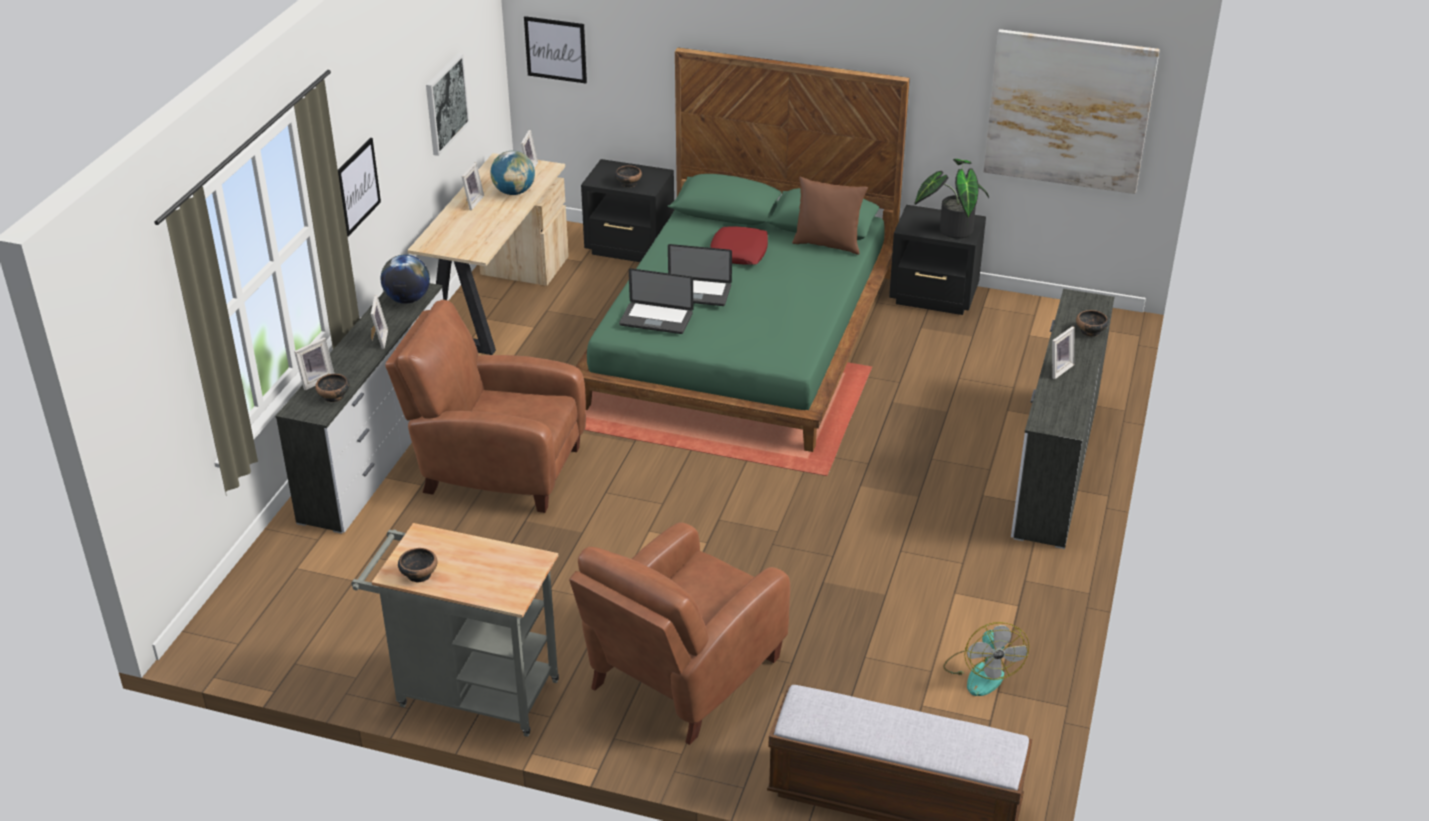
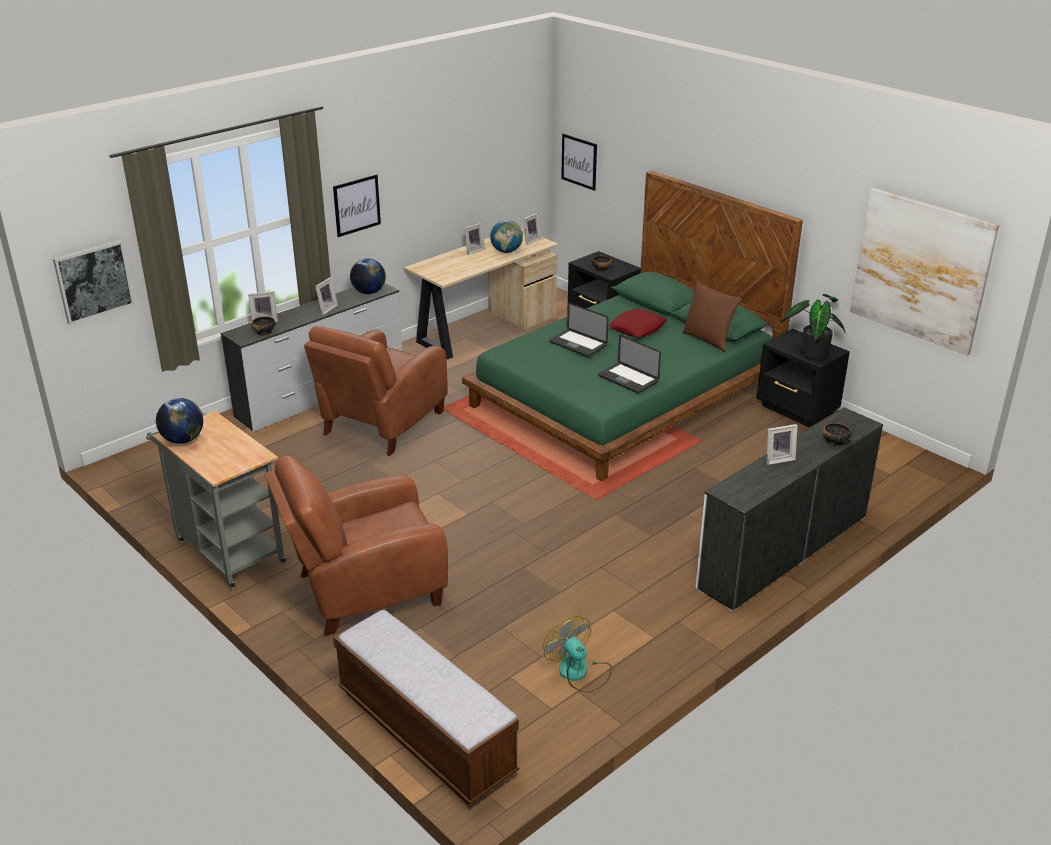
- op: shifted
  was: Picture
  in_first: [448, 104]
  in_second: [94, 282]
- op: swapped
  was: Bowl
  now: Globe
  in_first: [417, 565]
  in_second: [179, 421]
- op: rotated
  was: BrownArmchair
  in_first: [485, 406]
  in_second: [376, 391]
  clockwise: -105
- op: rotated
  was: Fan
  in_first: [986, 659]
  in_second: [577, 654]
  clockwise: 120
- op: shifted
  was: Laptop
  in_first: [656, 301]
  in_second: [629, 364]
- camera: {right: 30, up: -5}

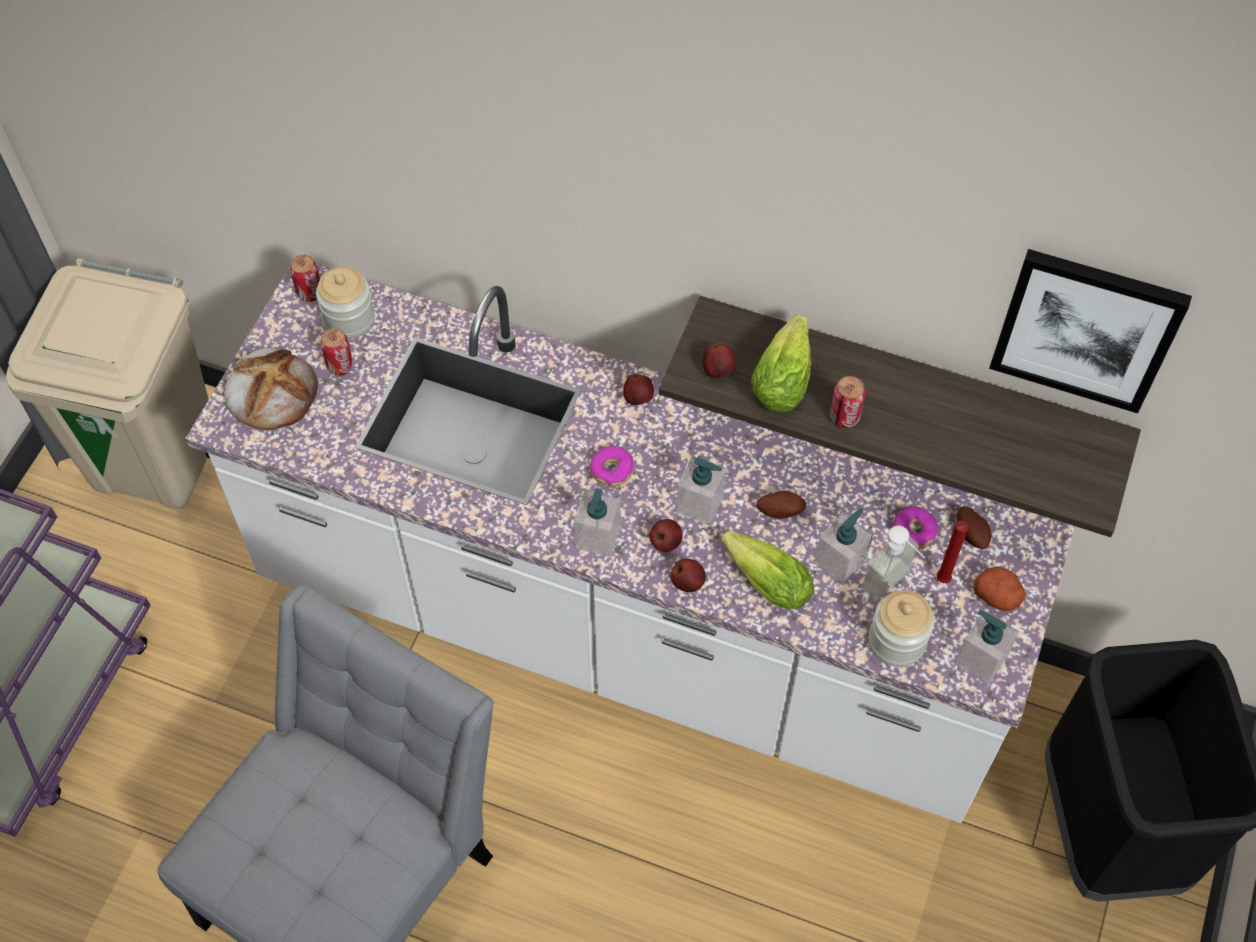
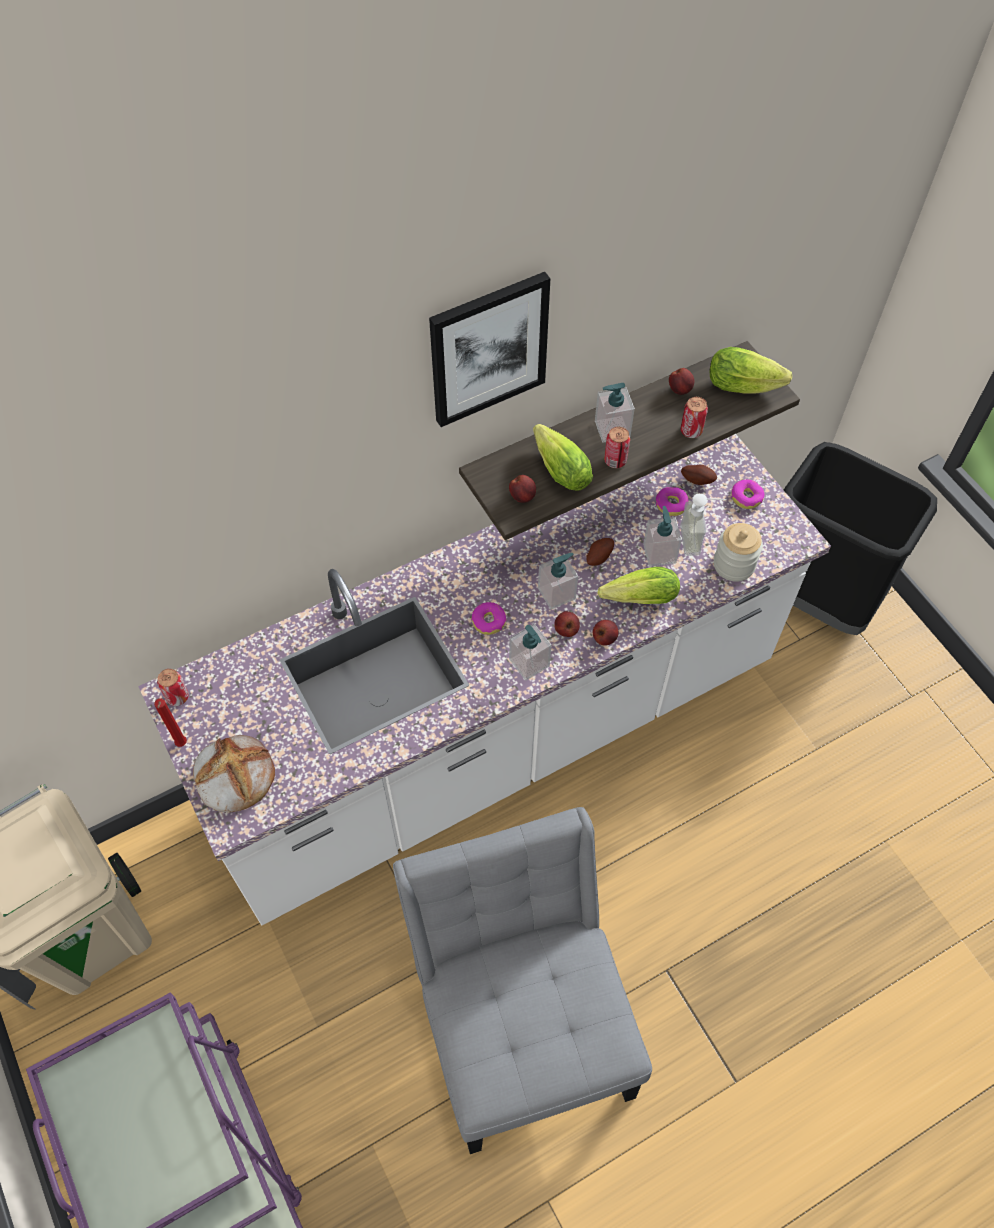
- op: shifted
  was: RedCandle
  in_first: [952, 551]
  in_second: [170, 722]
- op: shifted
  was: Picture
  in_first: [1090, 331]
  in_second: [489, 349]
- op: shifted
  was: SoapDispenser
  in_first: [987, 647]
  in_second: [615, 413]
- op: shifted
  was: Apple
  in_first: [638, 389]
  in_second: [681, 381]
- op: shifted
  was: Can
  in_first: [336, 352]
  in_second: [694, 417]
- op: new
  now: Lettuce
  in_second: [751, 370]
- op: swapped
  was: Potato
  now: Donut
  in_first: [999, 589]
  in_second: [748, 494]
- op: gone
  was: Jar
  in_first: [345, 303]
- camera: {right: -50, up: 0}

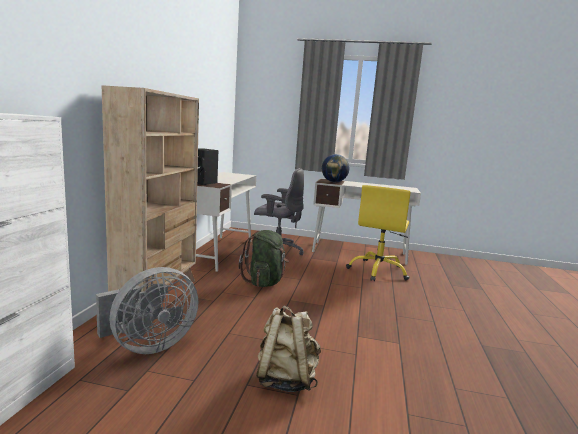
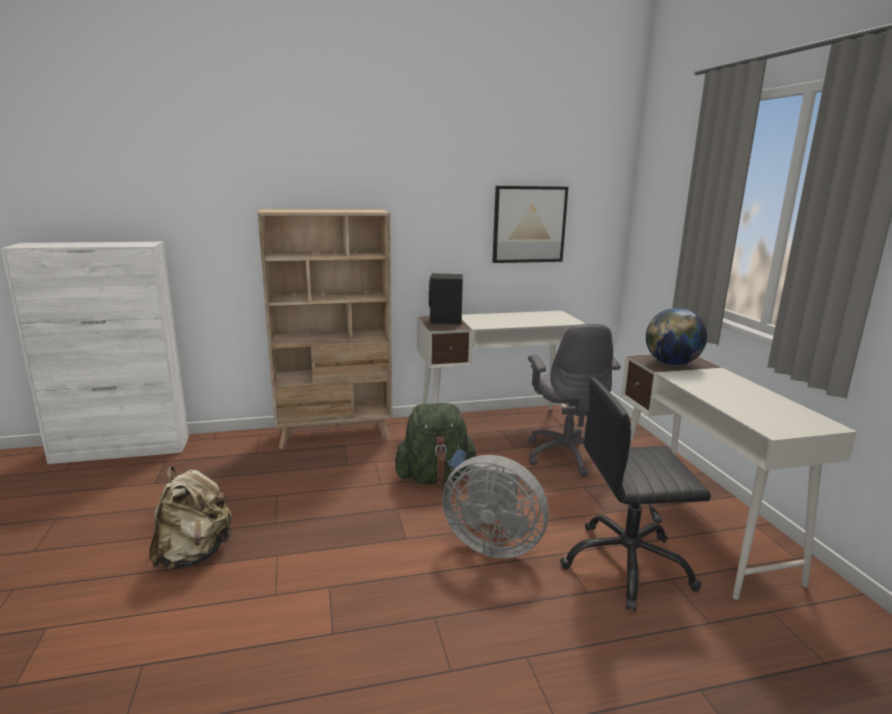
- op: shifted
  was: GreyFan
  in_first: [147, 310]
  in_second: [495, 506]
- op: new
  now: Picture
  in_second: [530, 224]
- op: repainted
  was: YellowOfficeChair
  now: BlackOfficeChair
  in_first: [378, 233]
  in_second: [635, 494]
- camera: {right: 65, up: 5}

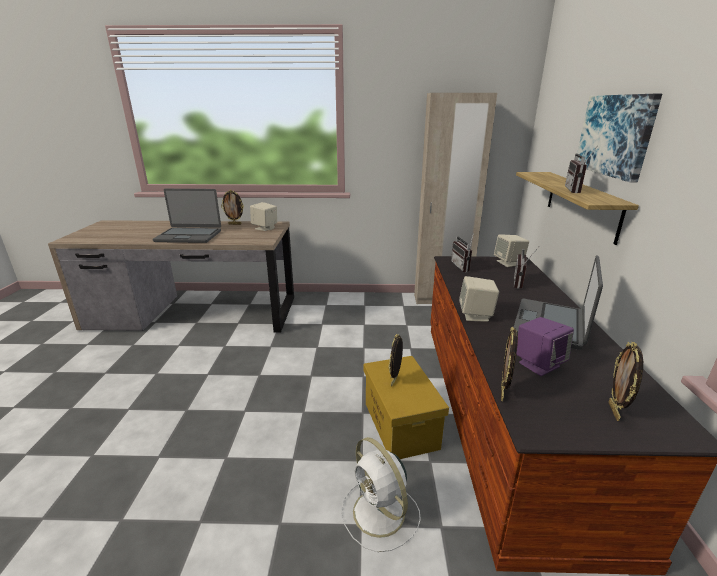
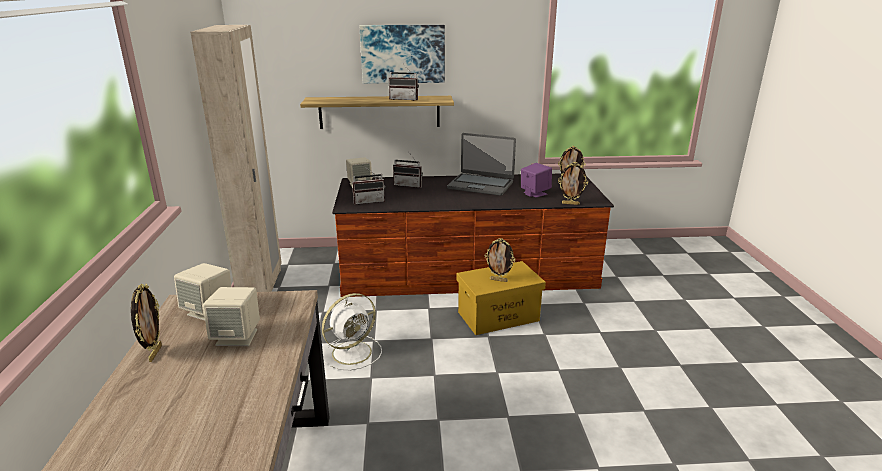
- op: shifted
  was: BeigeSpeaker
  in_first: [479, 299]
  in_second: [231, 316]
- op: shifted
  was: WhiteFan
  in_first: [381, 494]
  in_second: [352, 331]
- op: gone
  was: Laptop
  in_first: [187, 216]
- camera: {right: -95, up: 0}

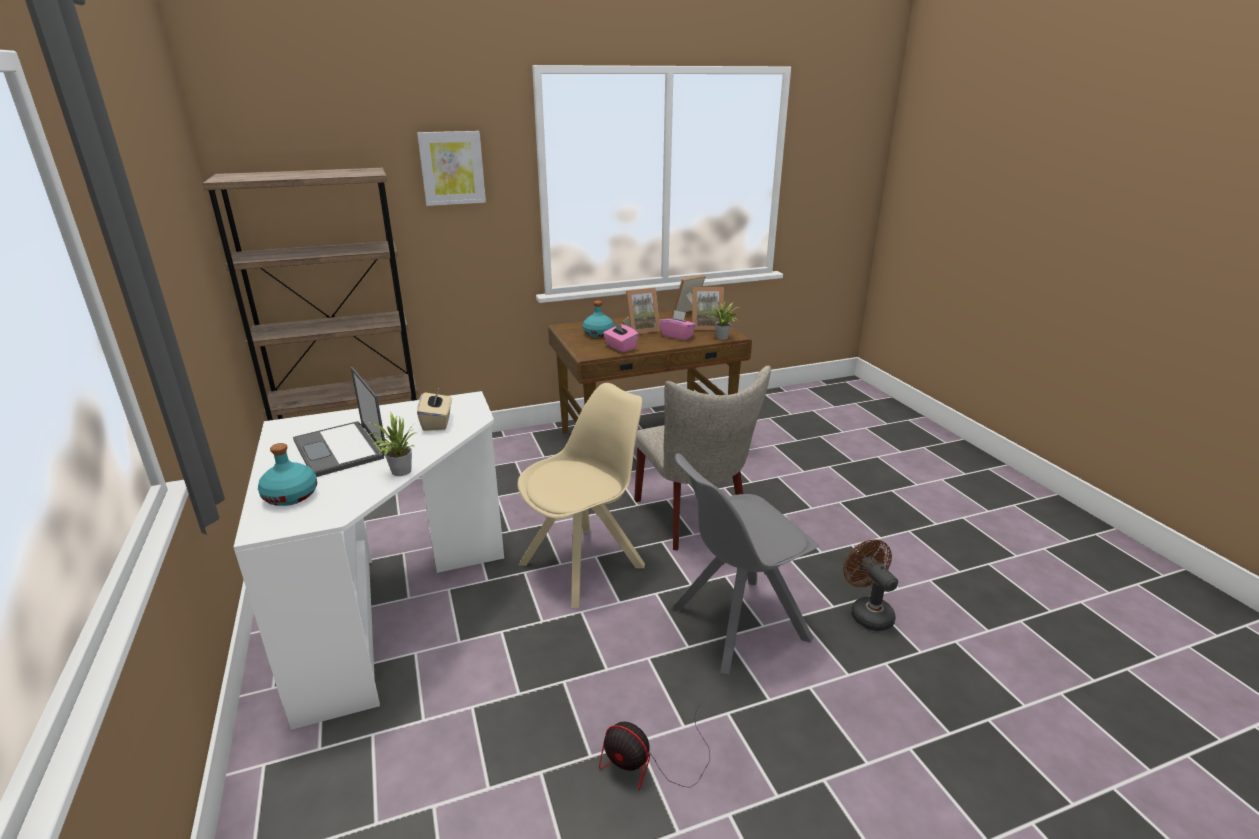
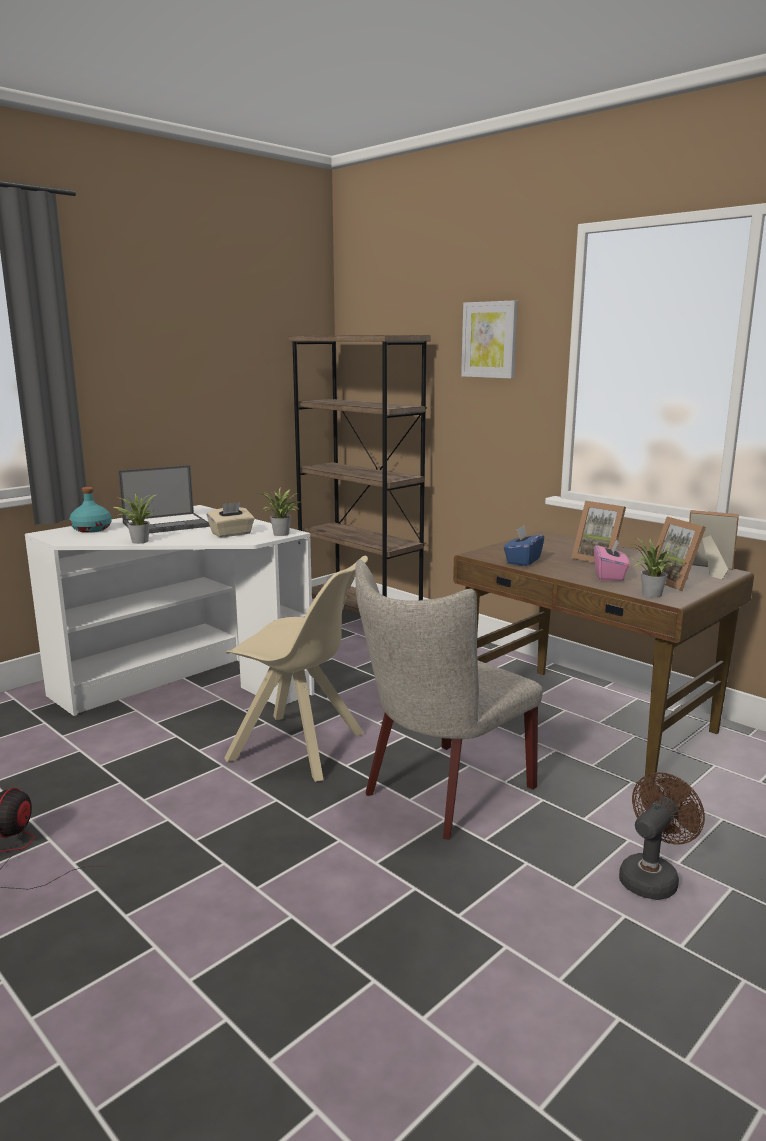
- op: rotated
  was: Laptop
  in_first: [339, 422]
  in_second: [164, 499]
  clockwise: -150
- op: new
  now: PottedPlant
  in_second: [280, 511]
- op: repainted
  was: PinkTissueBox
  now: BlueTissueBox
  in_first: [621, 337]
  in_second: [524, 545]
- op: shifted
  was: BrownFan
  in_first: [870, 585]
  in_second: [662, 836]
- op: gone
  was: TurquoiseBottle
  in_first: [598, 319]
- op: gone
  was: GreyChair
  in_first: [745, 563]
- camera: {right: 65, up: -10}

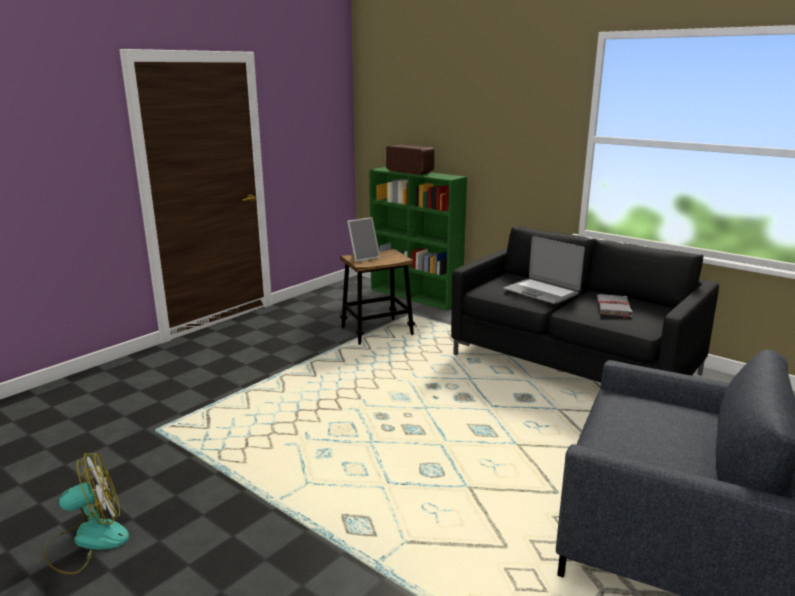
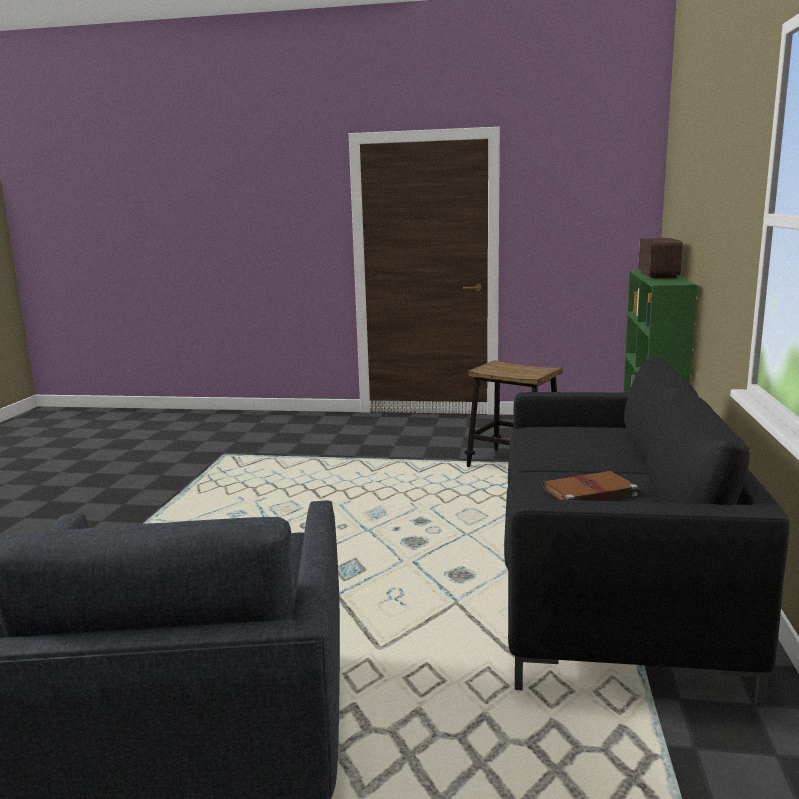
- op: repainted
  was: GreyBook
  now: BrownBook
  in_first: [614, 306]
  in_second: [590, 486]
- op: gone
  was: Fan
  in_first: [86, 514]
- op: gone
  was: PictureFrame
  in_first: [363, 239]
- op: gone
  was: Laptop
  in_first: [544, 270]
- camera: {right: 60, up: -5}

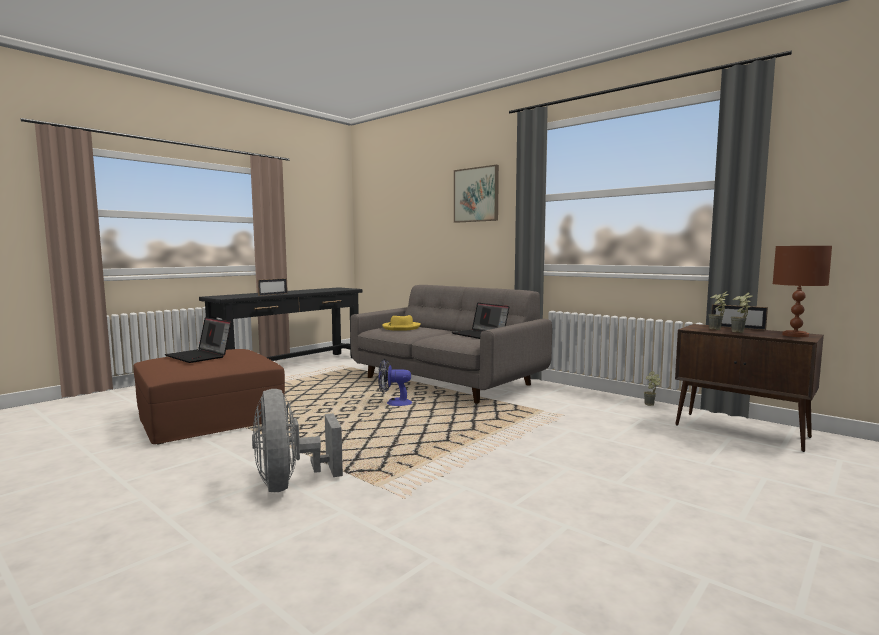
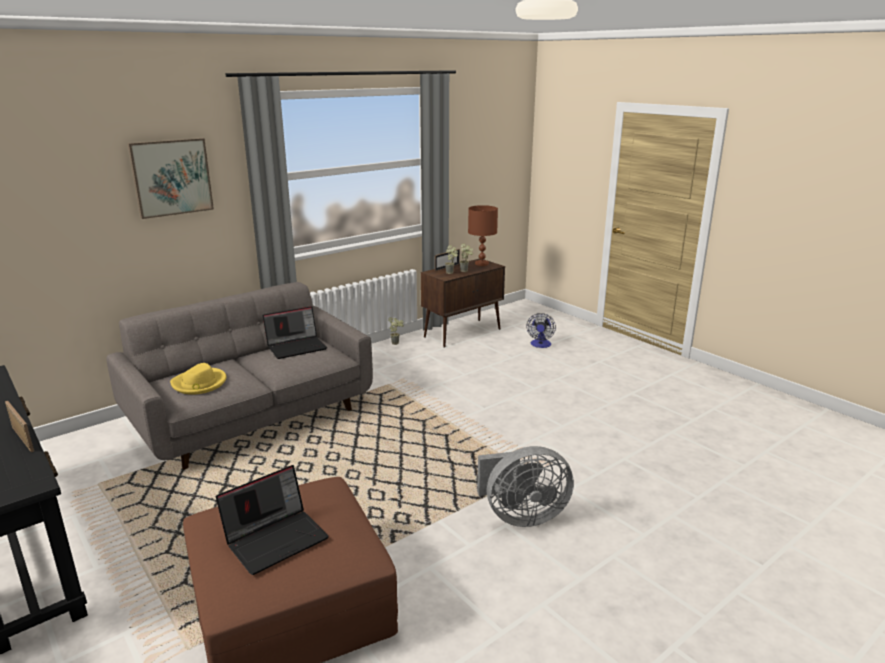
- op: shifted
  was: Fan
  in_first: [395, 382]
  in_second: [541, 330]
- camera: {right: -80, up: 15}

